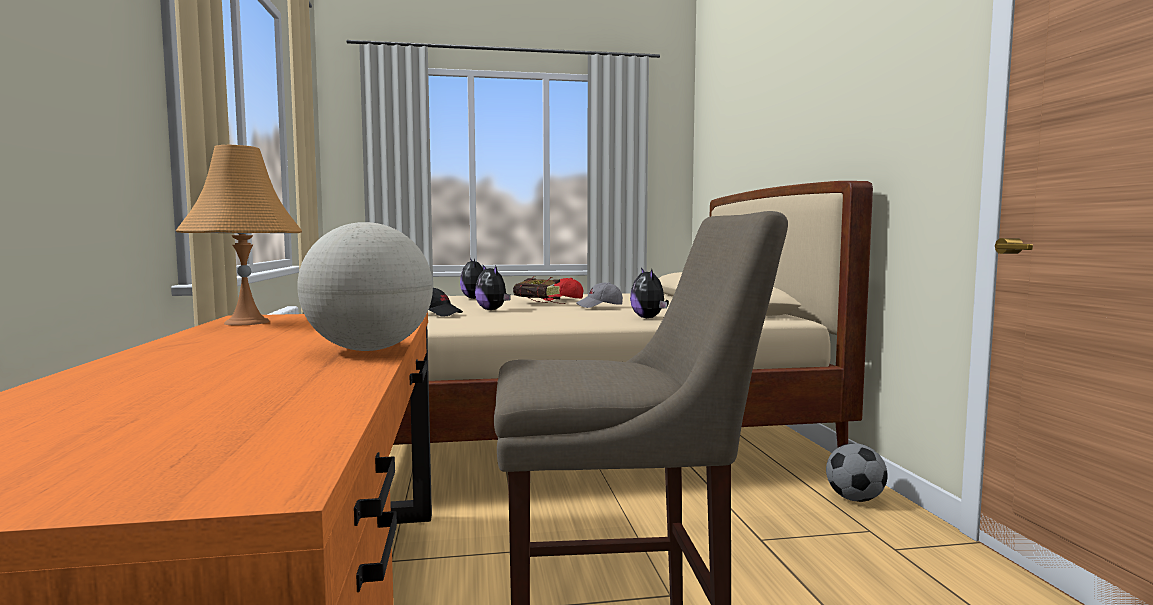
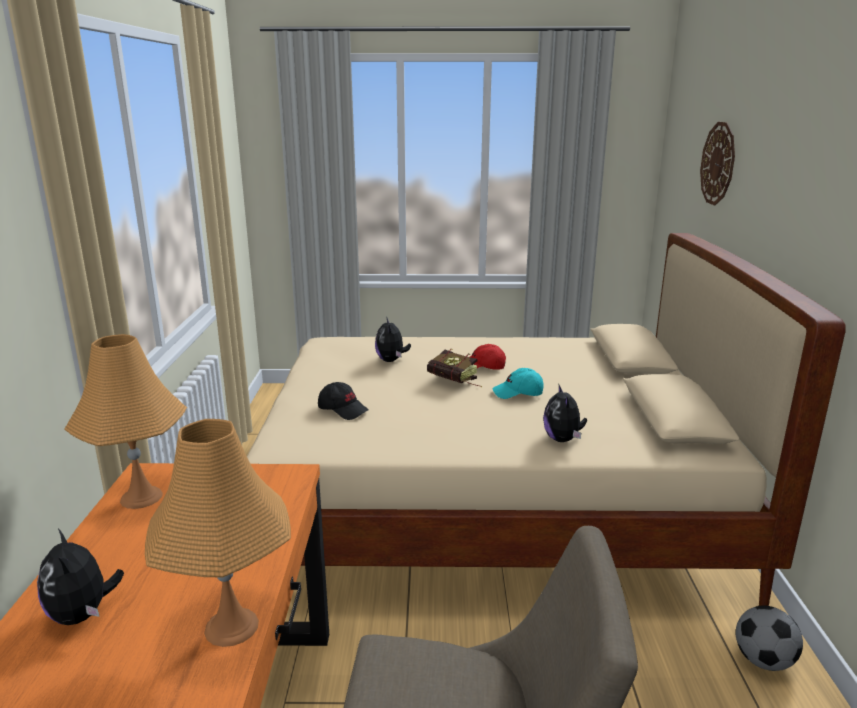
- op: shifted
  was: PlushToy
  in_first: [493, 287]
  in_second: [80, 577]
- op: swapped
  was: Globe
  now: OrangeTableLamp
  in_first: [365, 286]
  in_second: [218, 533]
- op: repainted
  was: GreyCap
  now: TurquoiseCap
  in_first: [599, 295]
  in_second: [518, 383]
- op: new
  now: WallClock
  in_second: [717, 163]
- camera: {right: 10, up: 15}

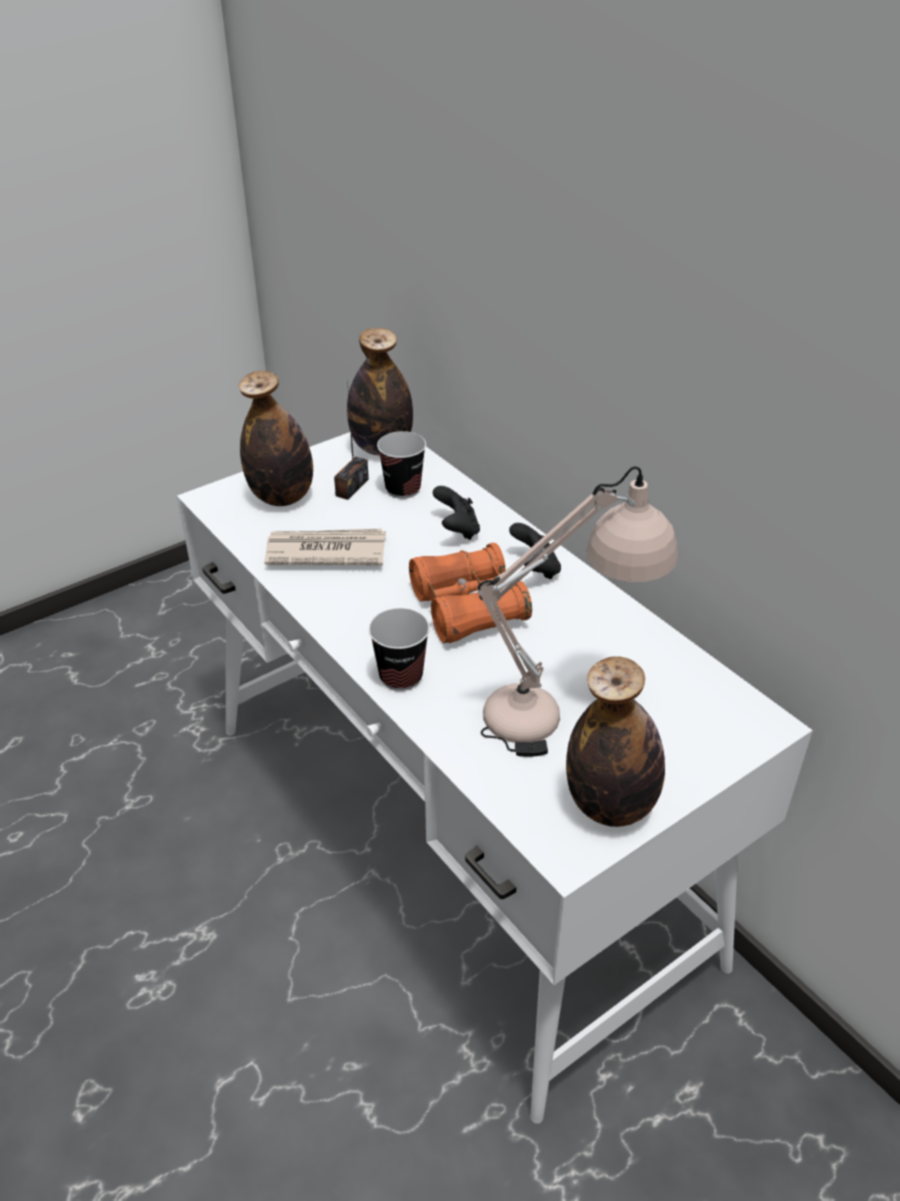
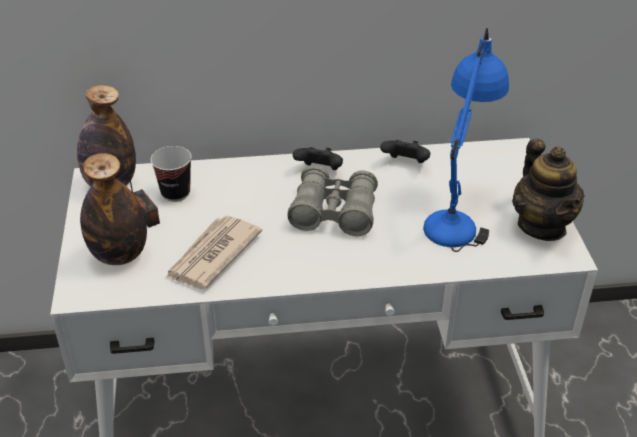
- op: repainted
  was: OrangeBinoculars
  now: GreyBinoculars
  in_first: [470, 593]
  in_second: [333, 201]
- op: shifted
  was: BlackGameController
  in_first: [456, 513]
  in_second: [405, 151]
- op: repainted
  was: BeigeTableLamp
  now: BlueTableLamp
  in_first: [577, 611]
  in_second: [466, 140]
- op: swapped
  was: Bottle
  now: Teapot
  in_first: [615, 741]
  in_second: [548, 190]
- op: gone
  was: Cup
  in_first: [399, 649]
- camera: {right: -60, up: 0}

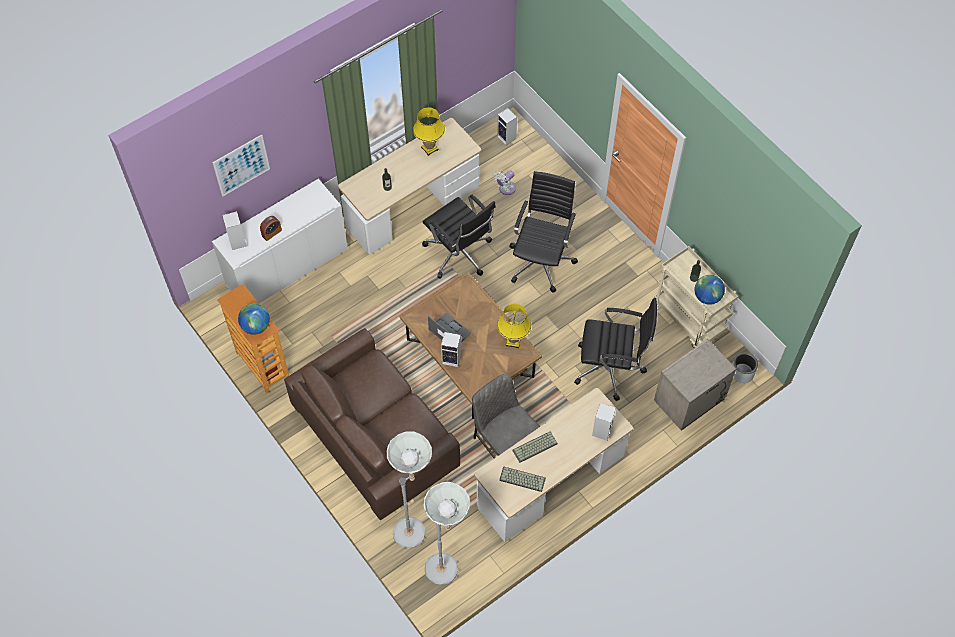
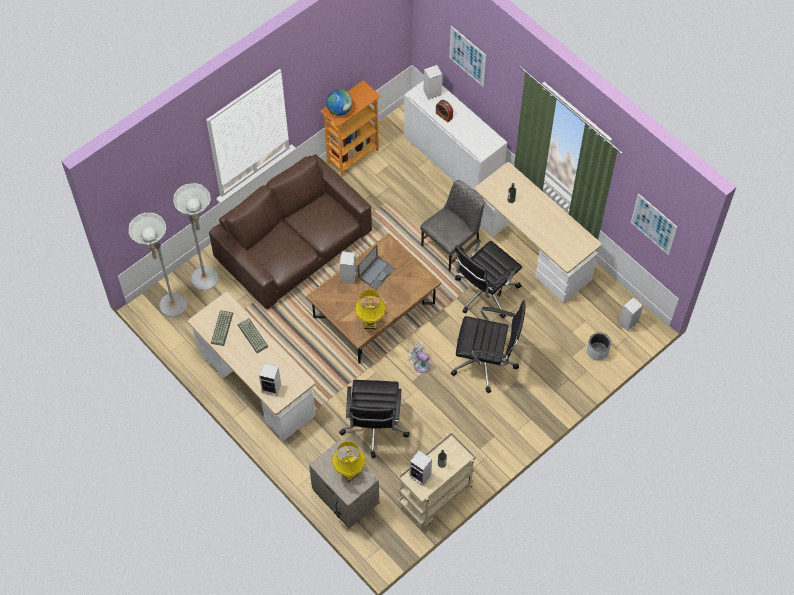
- op: shifted
  was: YellowTableLamp
  in_first: [429, 131]
  in_second: [348, 461]
- op: shifted
  was: WhiteFan
  in_first: [504, 182]
  in_second: [419, 358]
- op: swapped
  was: Globe
  now: Speaker
  in_first: [709, 290]
  in_second: [421, 468]
- op: shifted
  was: GreyChair
  in_first: [506, 416]
  in_second: [452, 225]
- op: shifted
  was: GreyPlanter
  in_first: [745, 368]
  in_second: [599, 347]
- op: new
  now: Picture
  in_second: [654, 224]
- camera: {right: 85, up: 0}

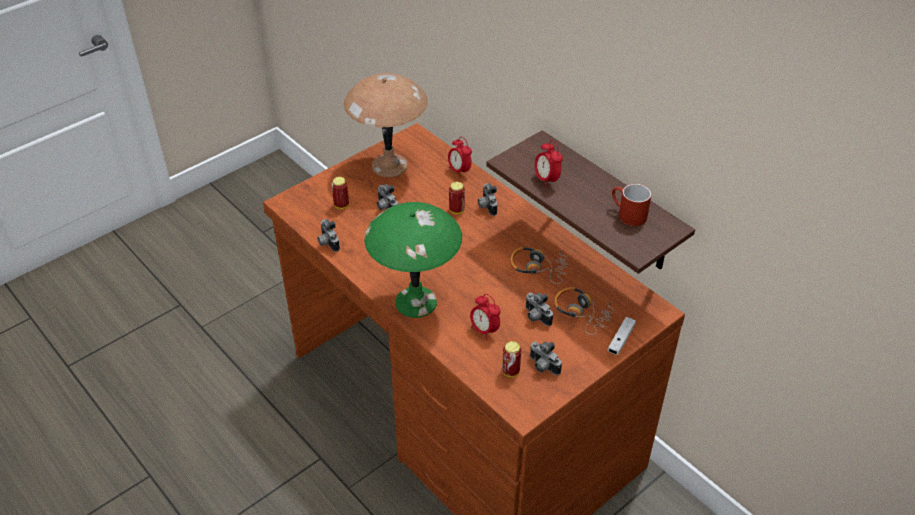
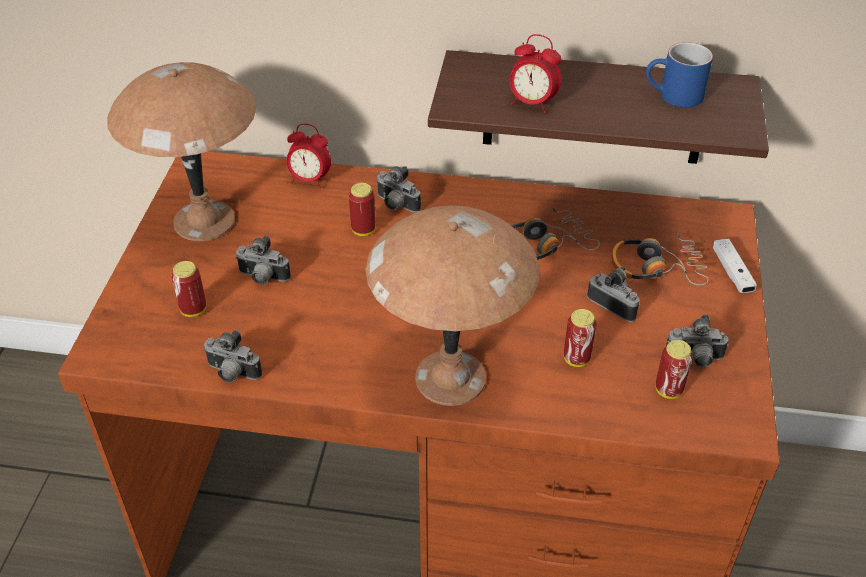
- op: repainted
  was: GreenTableLamp
  now: BrownTableLamp
  in_first: [413, 260]
  in_second: [453, 305]
- op: swapped
  was: AlarmClock
  now: Can
  in_first: [485, 317]
  in_second: [580, 338]
- op: rotated
  was: PhotoCamera
  in_first: [539, 309]
  in_second: [614, 294]
  clockwise: -150
- op: repainted
  was: RedMug
  now: BlueMug
  in_first: [632, 205]
  in_second: [679, 75]
- camera: {right: -40, up: 0}

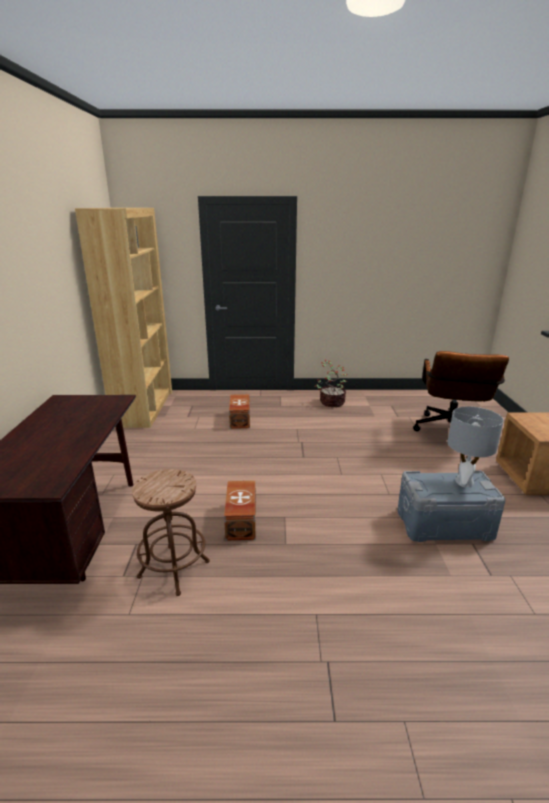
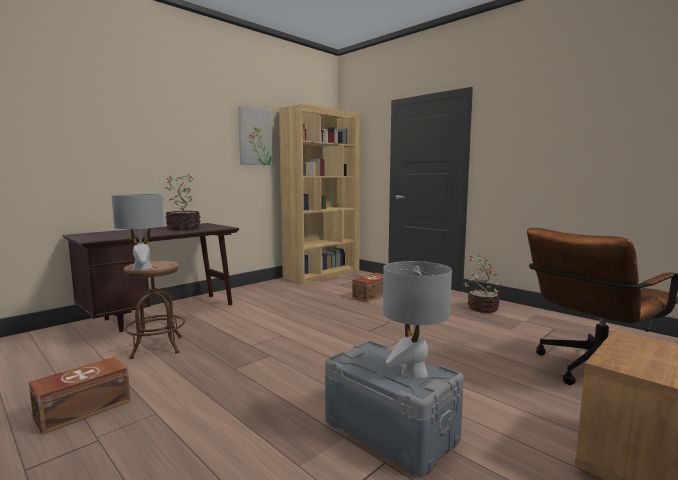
- op: shifted
  was: BrownStorageBox
  in_first: [240, 510]
  in_second: [80, 396]
- op: new
  now: GreyTableLamp
  in_second: [137, 232]
- op: new
  now: PottedPlant
  in_second: [183, 202]
- op: new
  now: Picture
  in_second: [255, 136]
- camera: {right: 45, up: -15}

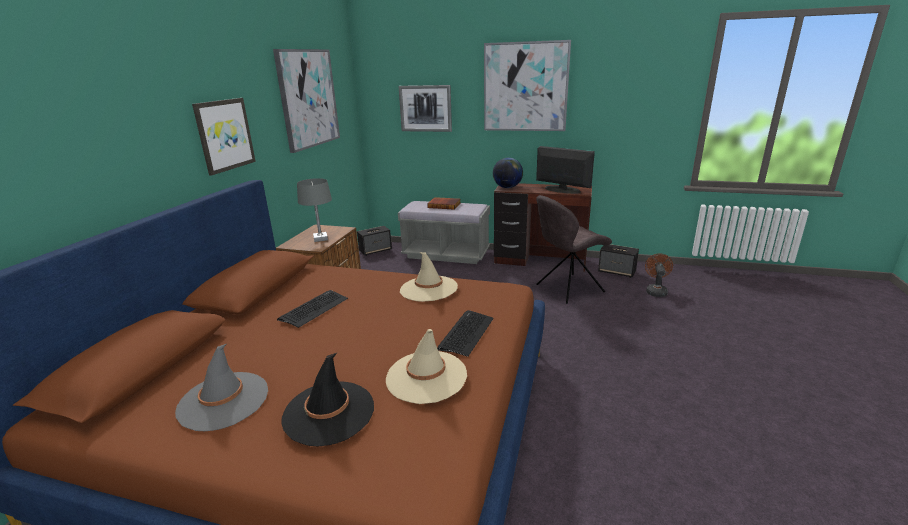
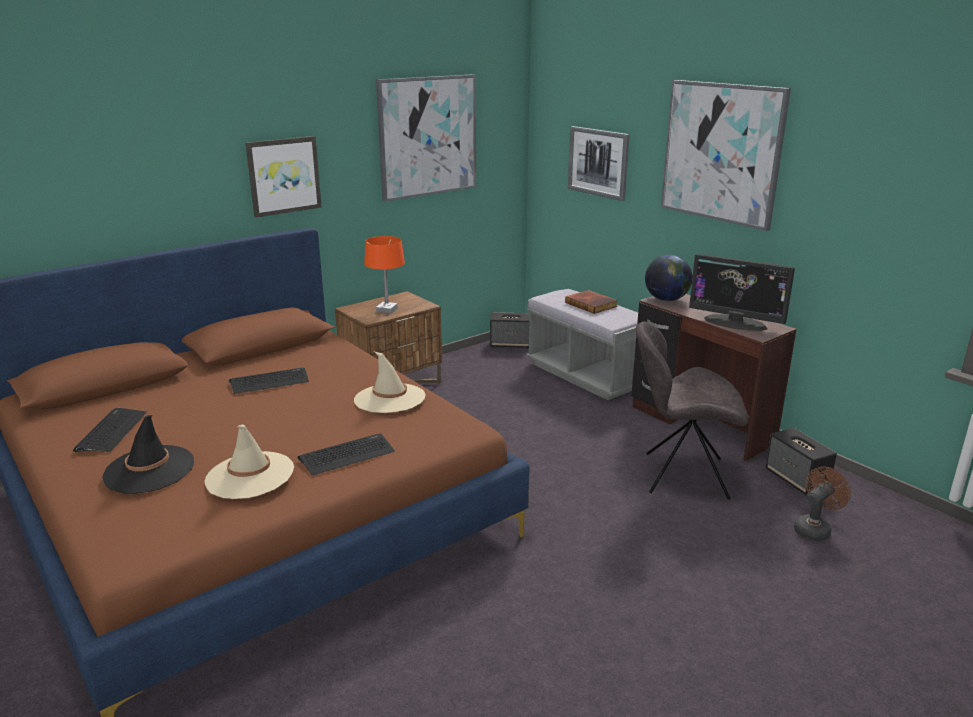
- op: swapped
  was: GreyHat
  now: Keyboard
  in_first: [221, 387]
  in_second: [110, 430]
- op: repainted
  was: GreyTableLamp
  now: OrangeTableLamp
  in_first: [314, 210]
  in_second: [384, 275]
- op: rotated
  was: Monitor
  in_first: [565, 170]
  in_second: [742, 292]
  clockwise: 135
- camera: {right: 35, up: 0}

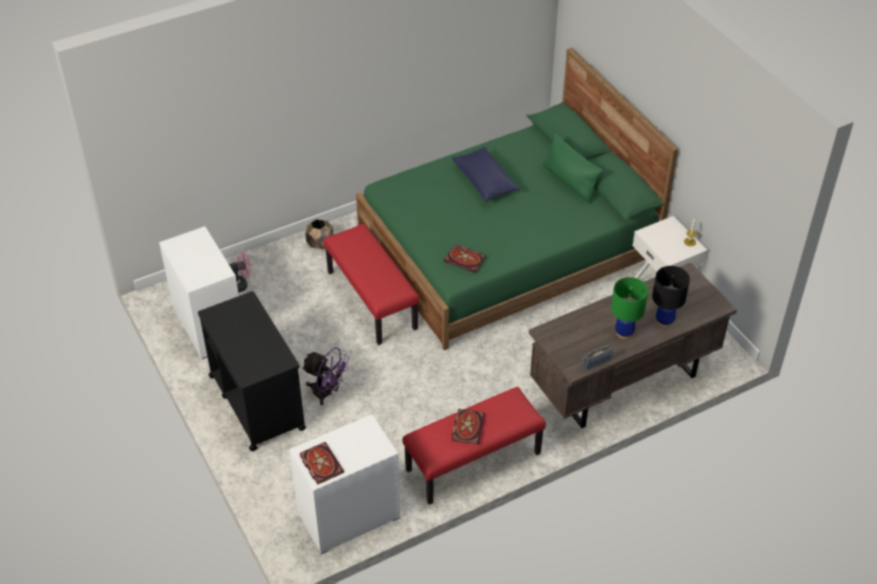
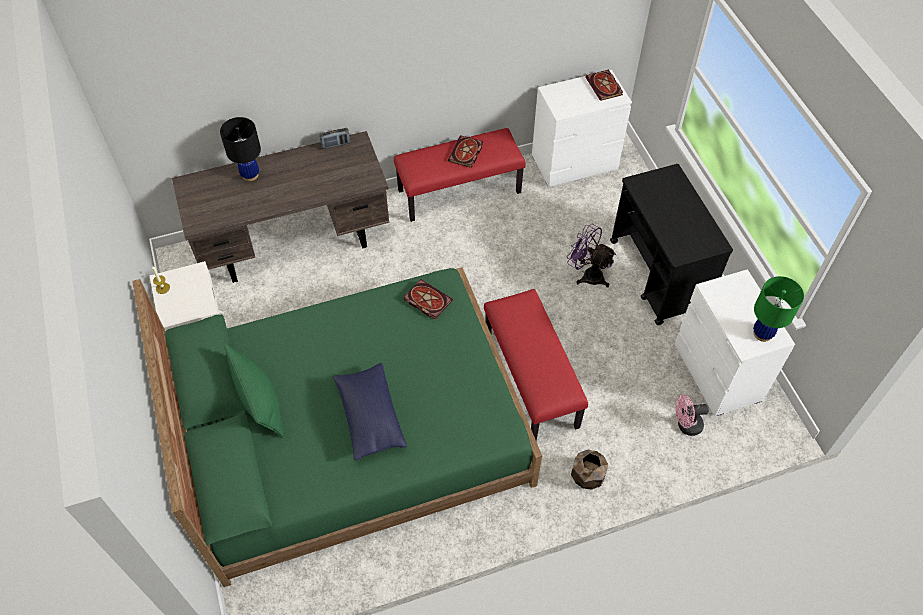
- op: shifted
  was: GreenTableLamp
  in_first: [629, 308]
  in_second: [778, 309]
- camera: {right: -170, up: 10}

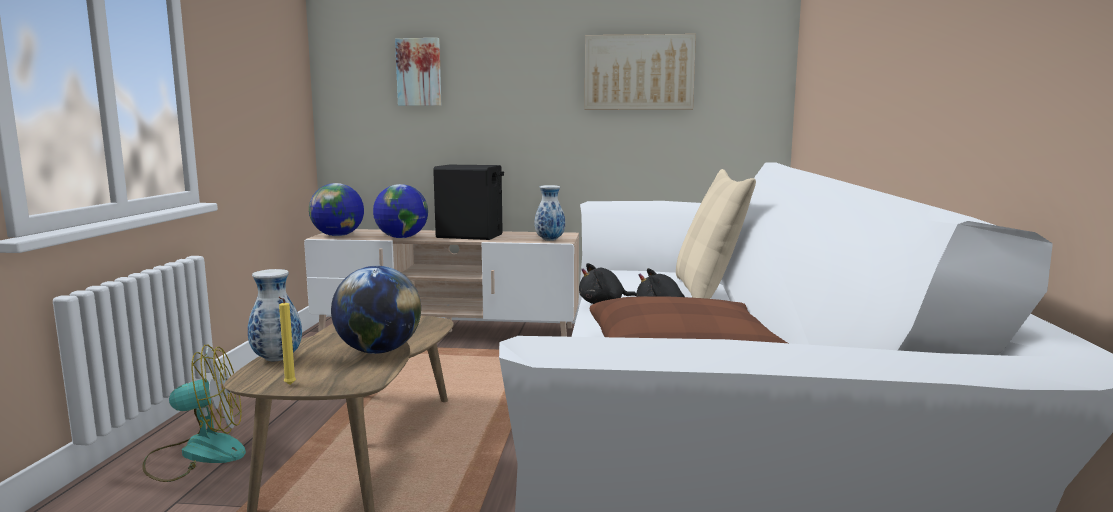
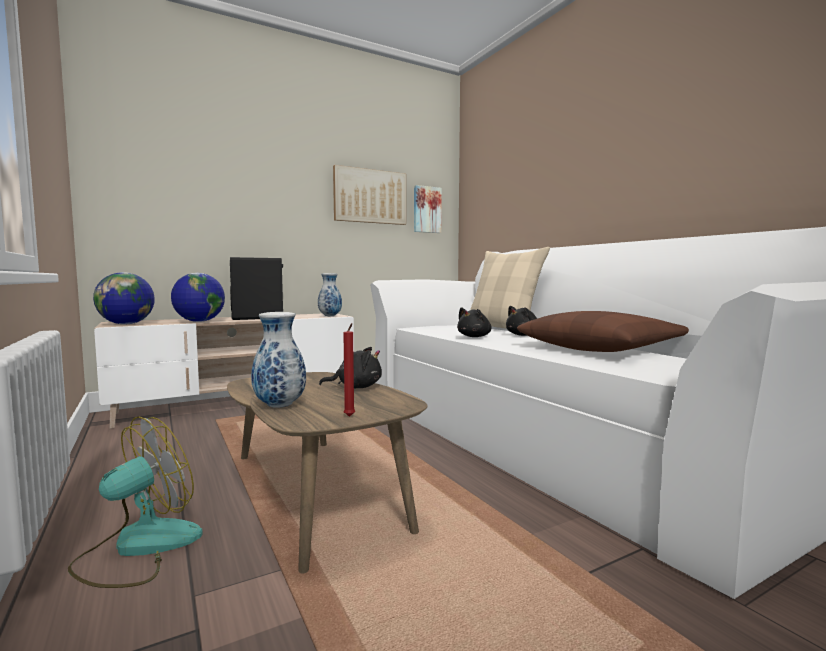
- op: swapped
  was: Globe
  now: BlackPlushToy
  in_first: [376, 310]
  in_second: [350, 368]
- op: repainted
  was: YellowCandle
  now: RedCandle
  in_first: [287, 341]
  in_second: [349, 370]
- op: shifted
  was: Picture
  in_first: [418, 72]
  in_second: [428, 209]
- camera: {right: -35, up: -5}

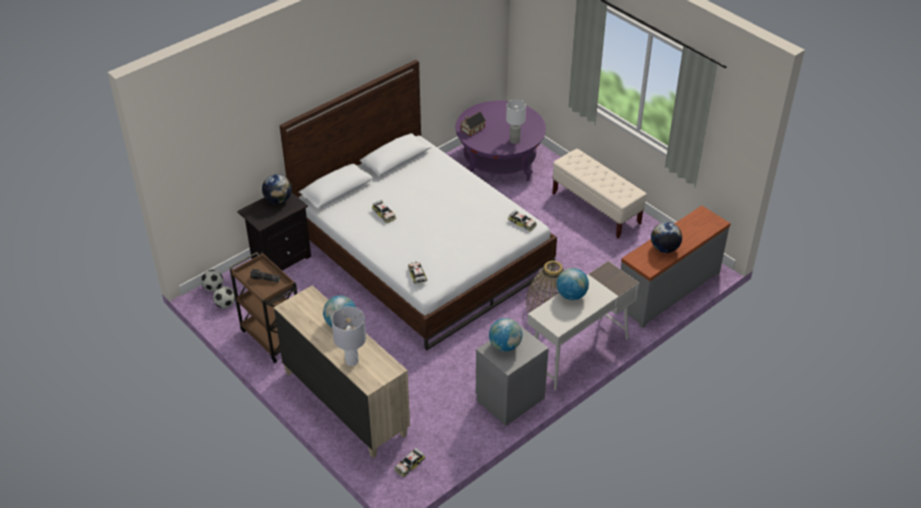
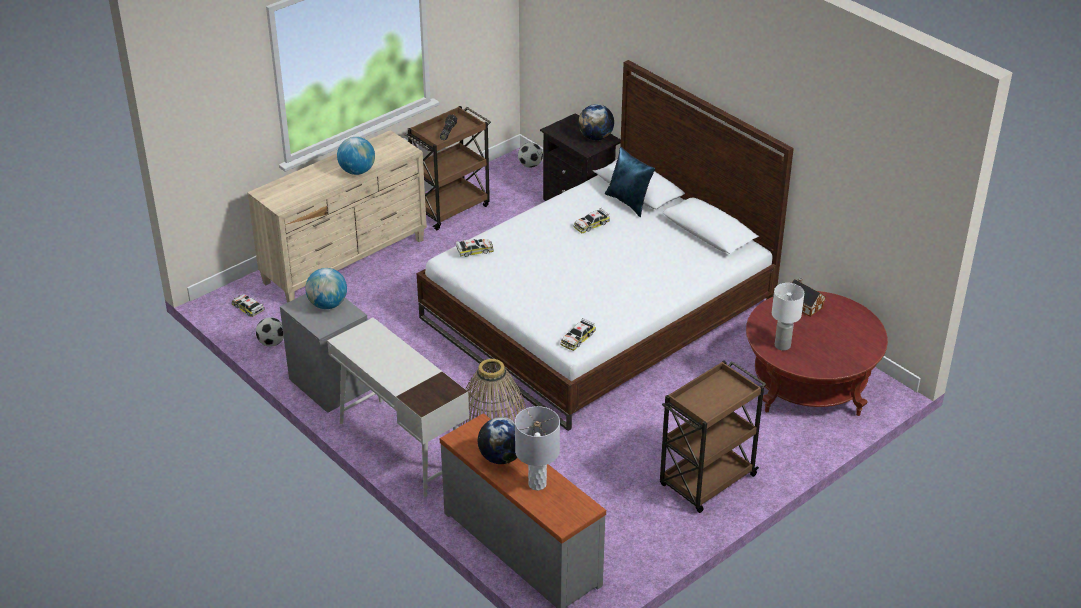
- op: shifted
  was: Football
  in_first: [224, 297]
  in_second: [270, 332]
- op: shifted
  was: GreyTableLamp
  in_first: [348, 336]
  in_second: [537, 448]
- op: new
  now: BluePillow
  in_second: [630, 182]
- op: swapped
  was: BeigeBench
  now: BrownCart
  in_first: [599, 194]
  in_second: [713, 437]
- op: repainted
  was: PurpleCoffeeTable
  now: RedCoffeeTable
  in_first: [500, 141]
  in_second: [817, 353]
- op: gone
  was: Globe
  in_first: [573, 284]
- camera: {right: 90, up: -5}

